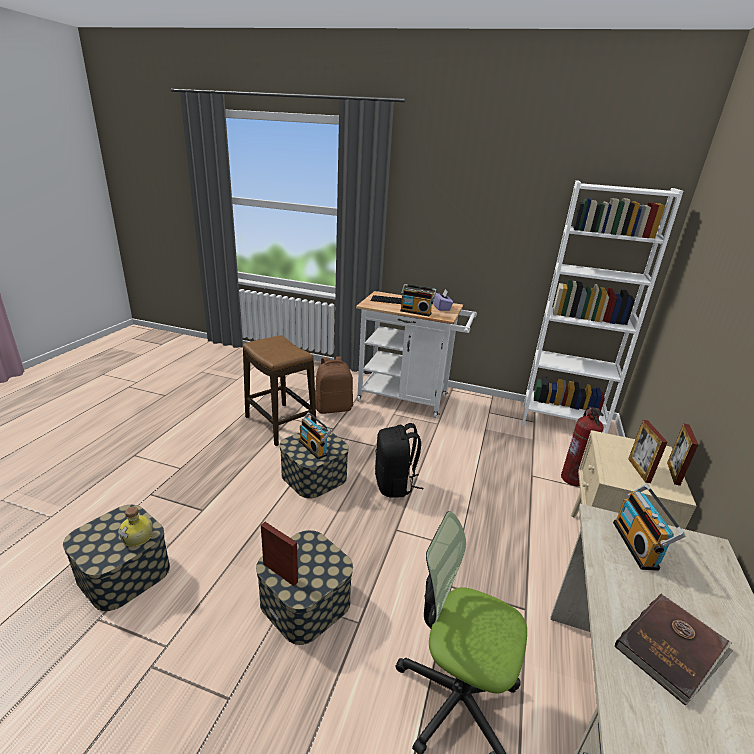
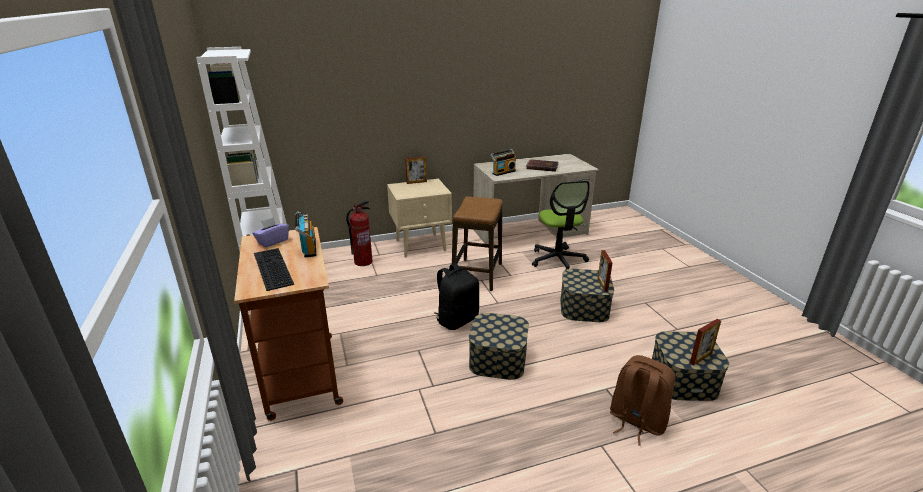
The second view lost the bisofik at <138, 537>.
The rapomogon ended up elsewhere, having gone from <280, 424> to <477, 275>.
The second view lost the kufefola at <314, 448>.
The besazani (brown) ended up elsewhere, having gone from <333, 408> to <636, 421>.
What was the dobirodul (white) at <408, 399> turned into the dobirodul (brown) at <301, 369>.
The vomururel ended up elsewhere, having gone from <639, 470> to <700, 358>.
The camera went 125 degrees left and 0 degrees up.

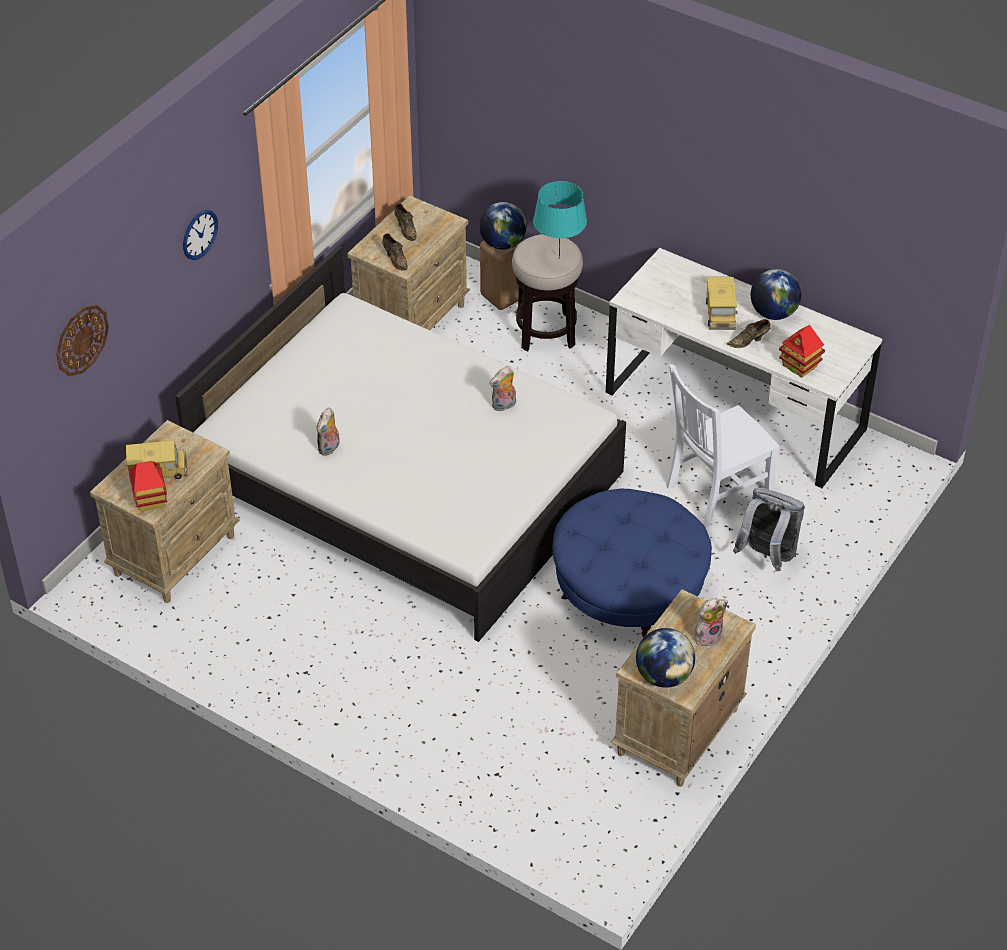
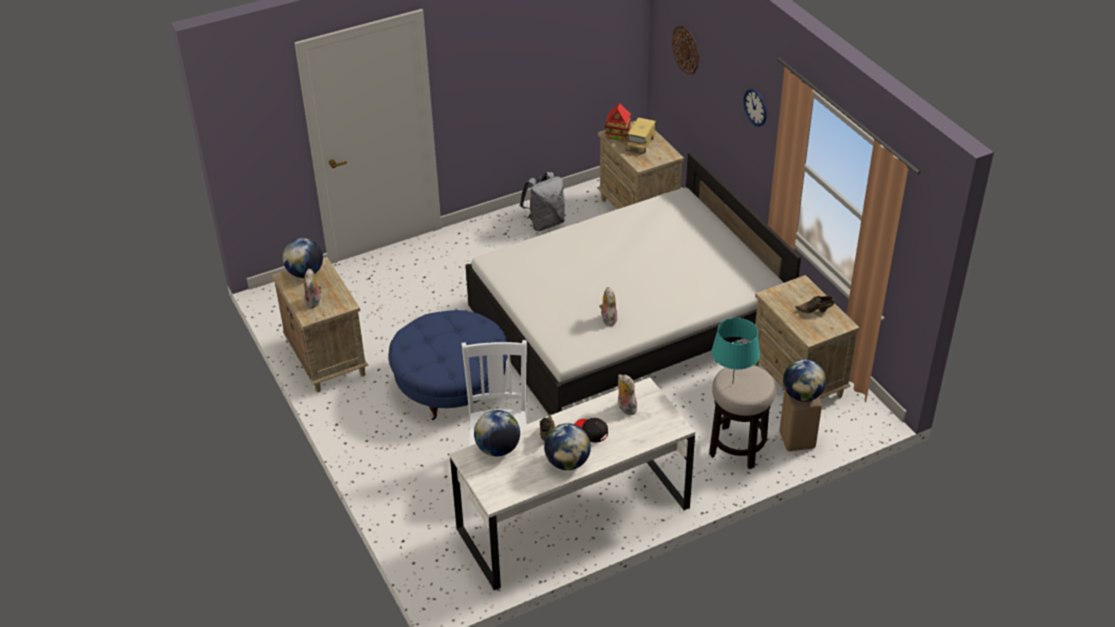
The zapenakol ended up elsewhere, having gone from <329, 448> to <625, 408>.
The second view lost the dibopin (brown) at <395, 259>.
Where the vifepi stood at <720, 313>, the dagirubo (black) came to stand at <591, 431>.
The besazani (grey) ended up elsewhere, having gone from <767, 556> to <545, 223>.
Where the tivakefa stood at <799, 366>, the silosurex came to stand at <498, 449>.
The camera went 120 degrees right and 5 degrees down.

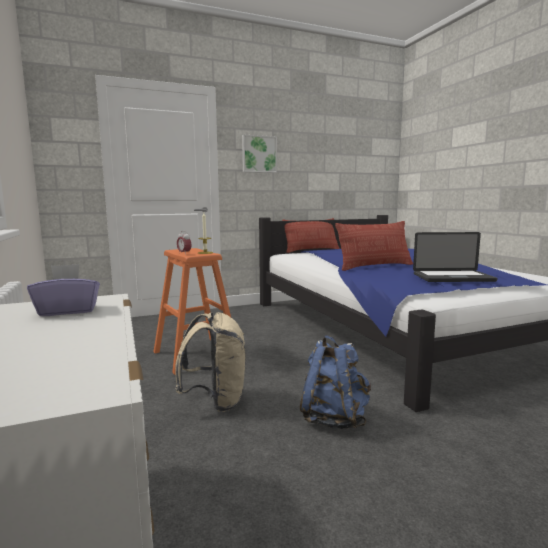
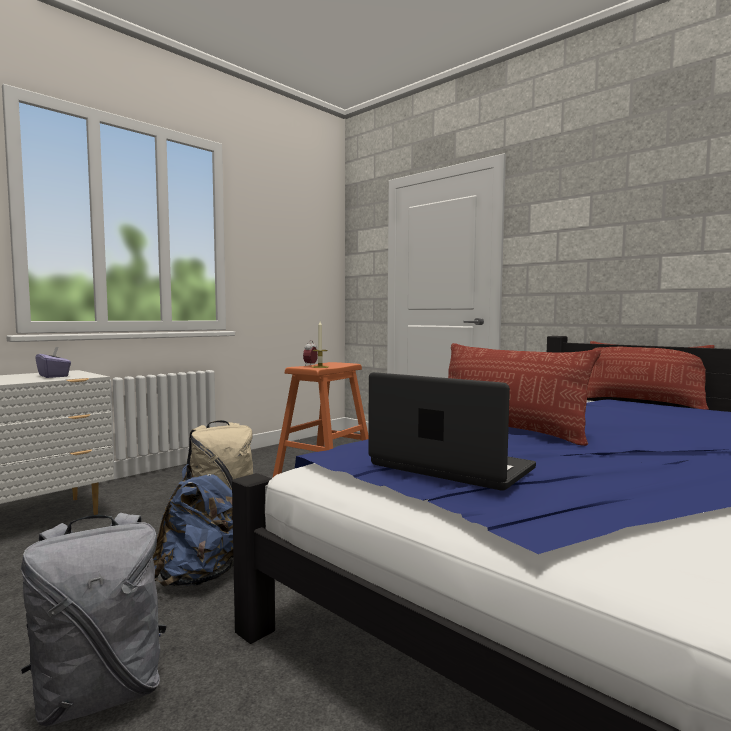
The second view lost the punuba at <259, 154>.
The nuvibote at <453, 278> ended up facing another way, 150 degrees clockwise from before.
The second view gained the besazani (grey) at <100, 694>.
The camera went 65 degrees right and 5 degrees down.

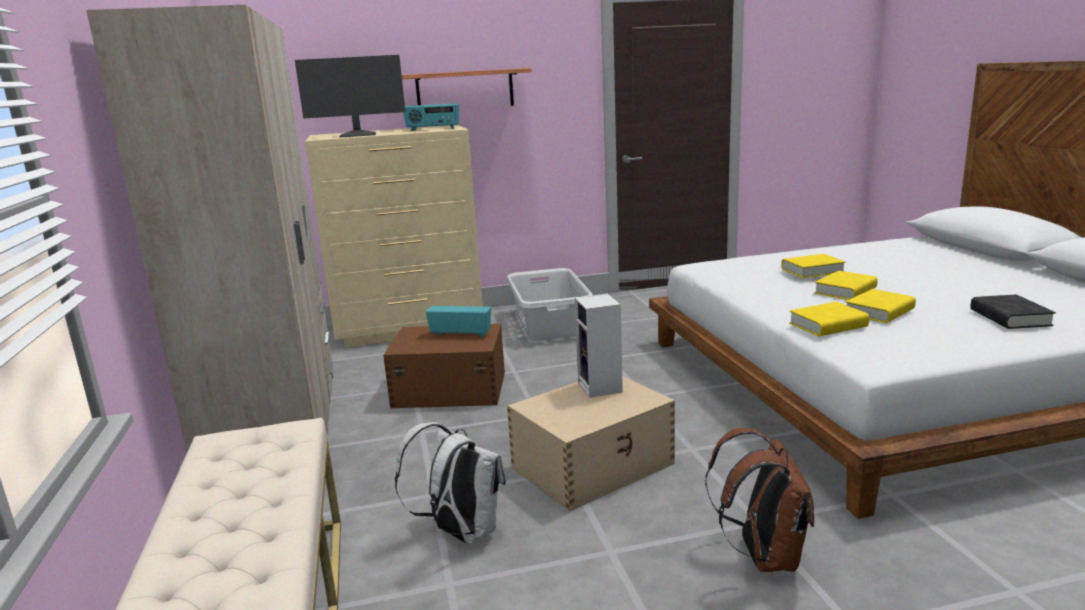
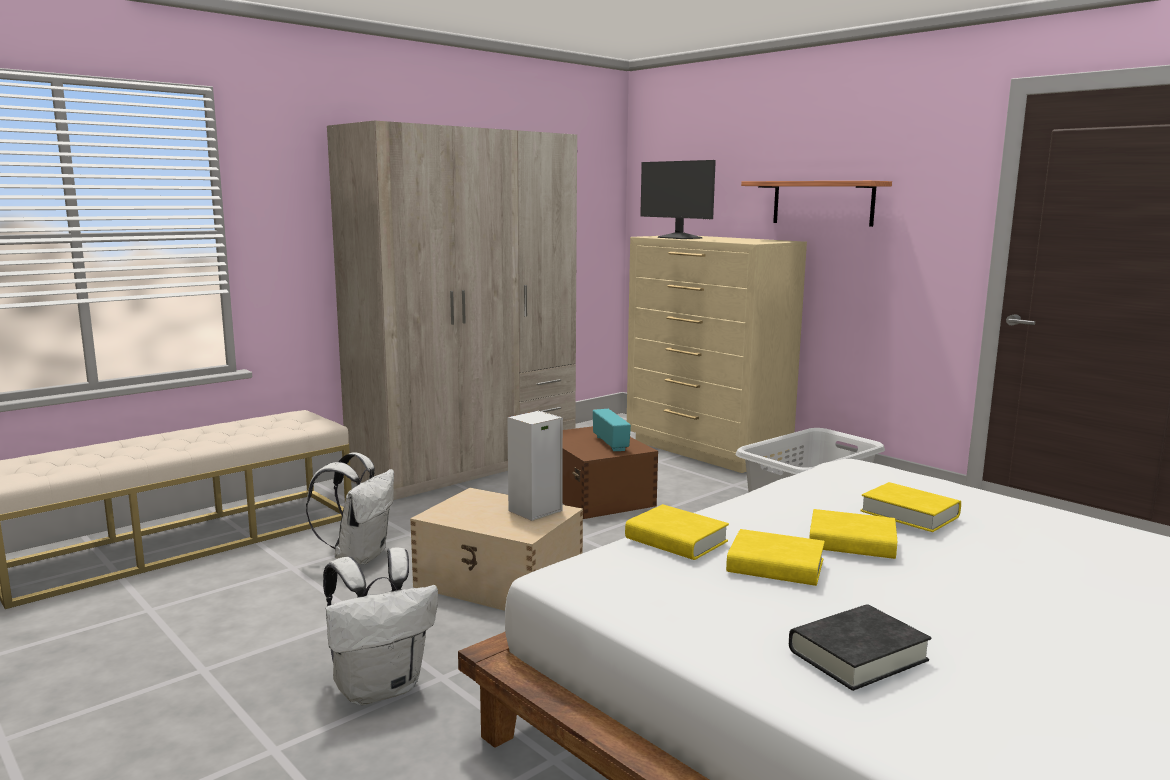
The second view lost the kufefola at <432, 129>.
What was the besazani (brown) at <763, 556> turned into the besazani (white) at <380, 687>.
The camera went 60 degrees right and 5 degrees down.

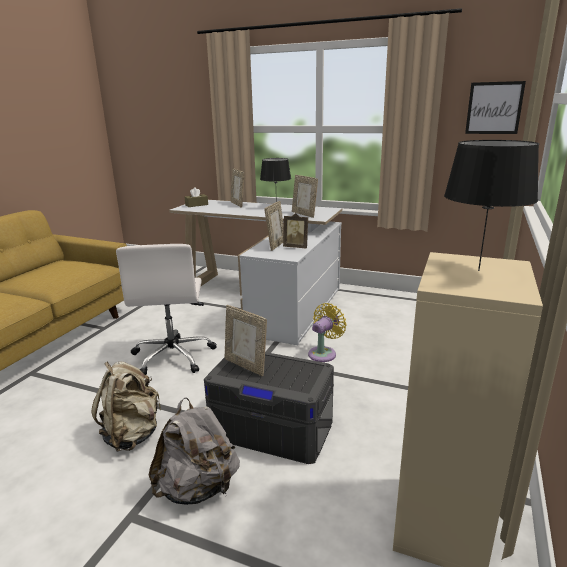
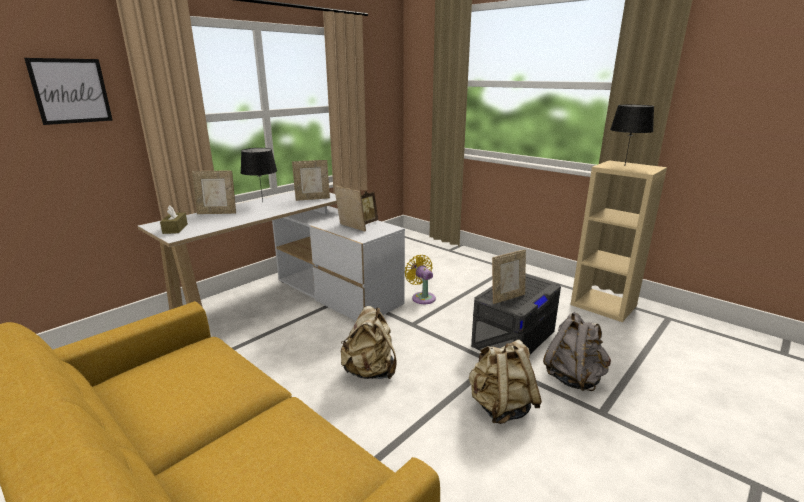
Where the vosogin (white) stood at <173, 356>, the besazani (beige) came to stand at <370, 371>.
The punuba ended up elsewhere, having gone from <494, 108> to <71, 91>.
The camera went 70 degrees left and 0 degrees up.

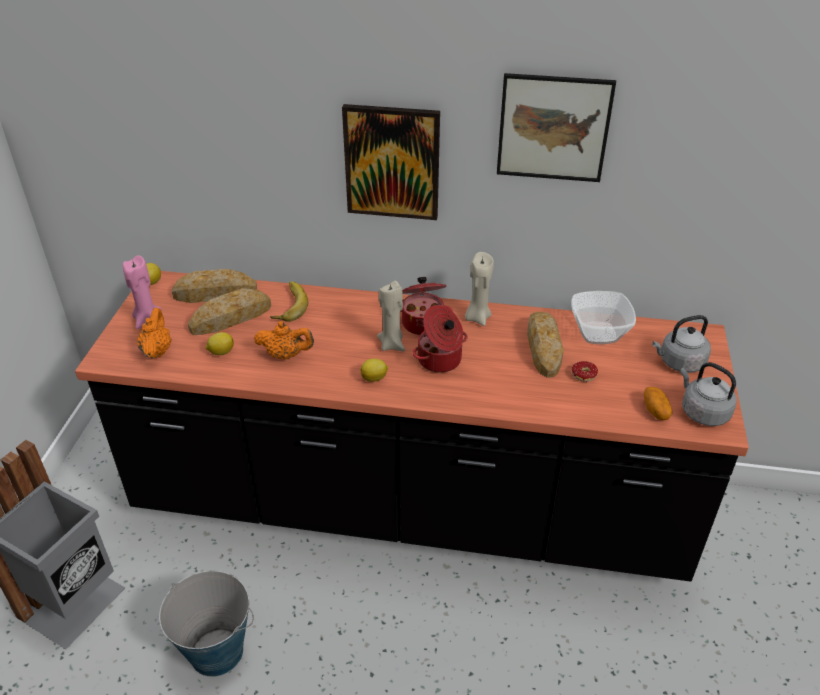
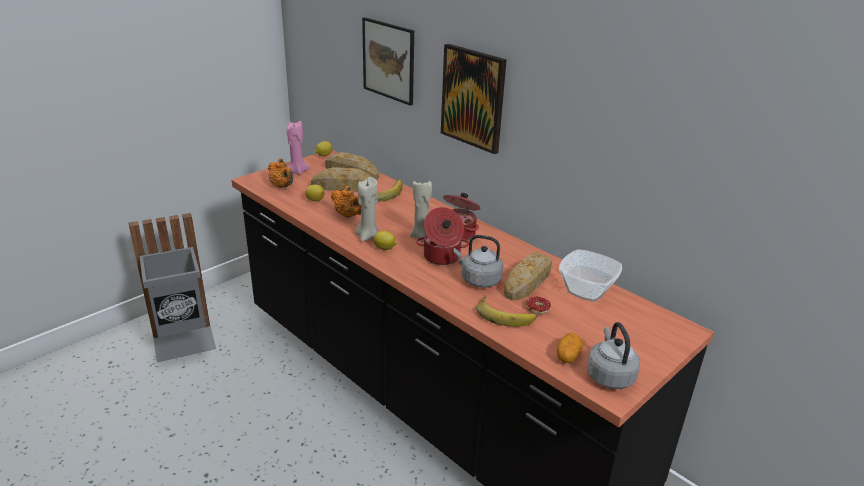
The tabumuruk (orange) at <157, 351> ended up facing another way, 105 degrees clockwise from before.
The second view lost the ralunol at <216, 651>.
The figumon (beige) ended up elsewhere, having gone from <477, 318> to <367, 236>.
The punuba ended up elsewhere, having gone from <553, 128> to <388, 60>.
The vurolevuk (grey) ended up elsewhere, having gone from <679, 363> to <478, 280>.
The second view gained the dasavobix at <505, 314>.
The camera went 35 degrees right and 10 degrees down.

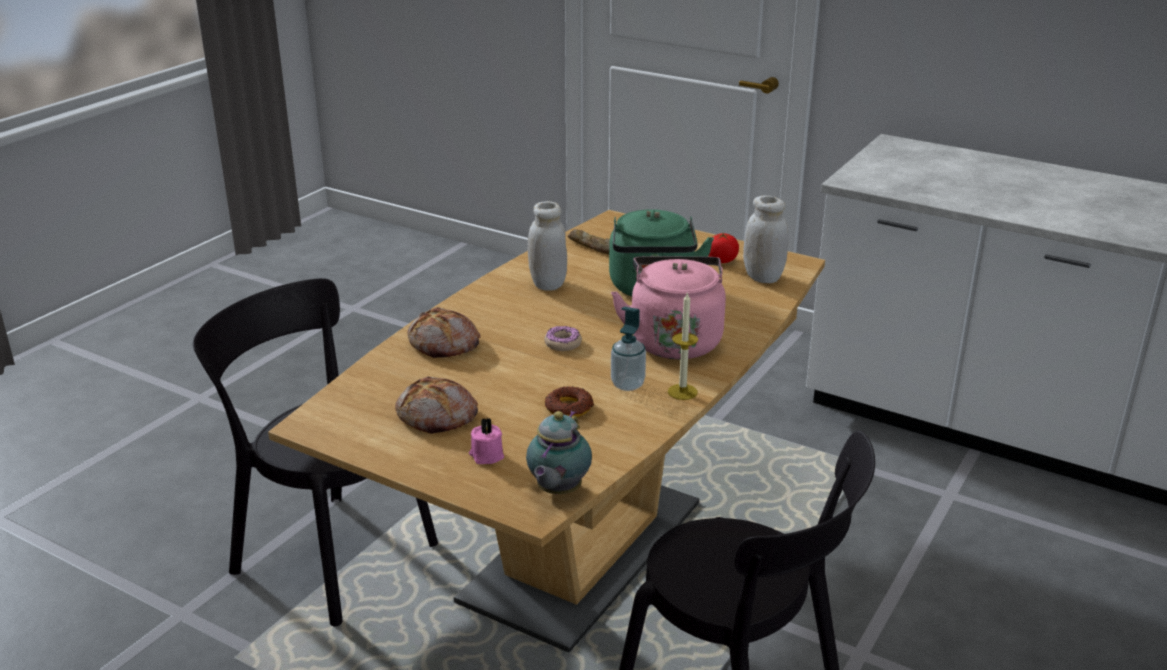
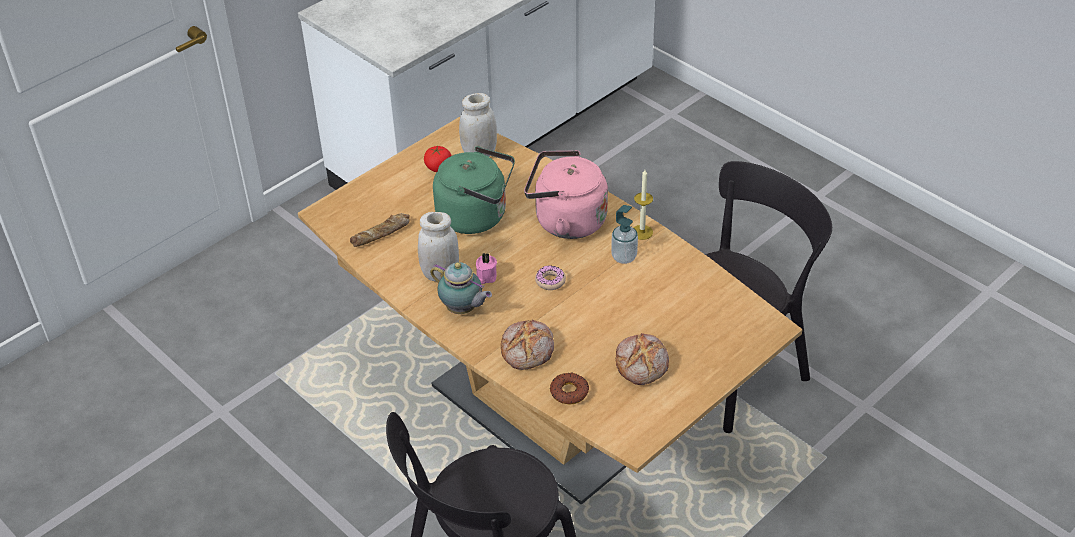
The figumon (pink) ended up elsewhere, having gone from <486, 455> to <485, 277>.
The tabumuruk ended up elsewhere, having gone from <557, 491> to <463, 309>.
The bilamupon ended up elsewhere, having gone from <569, 408> to <569, 392>.
The camera went 75 degrees left and 15 degrees up.

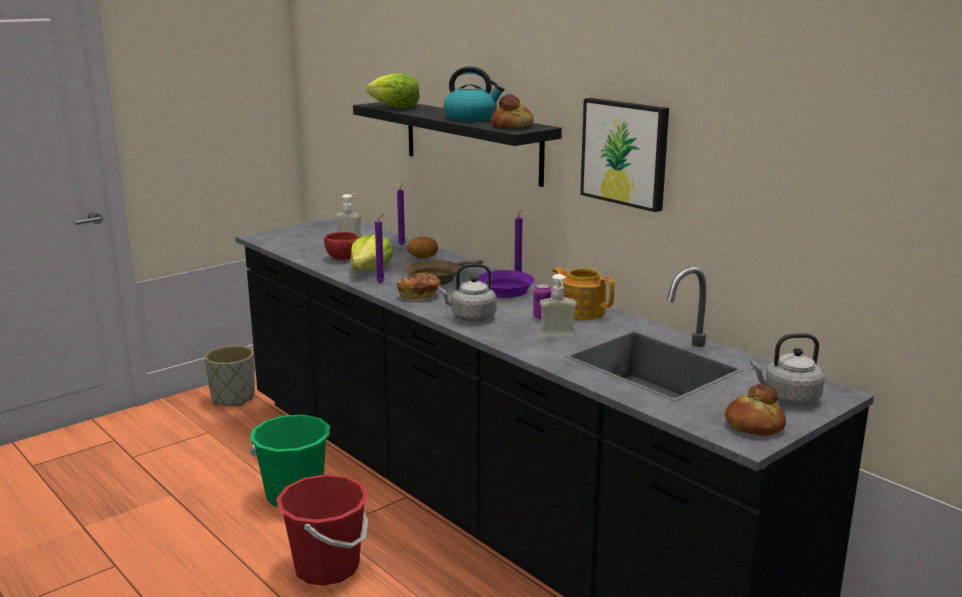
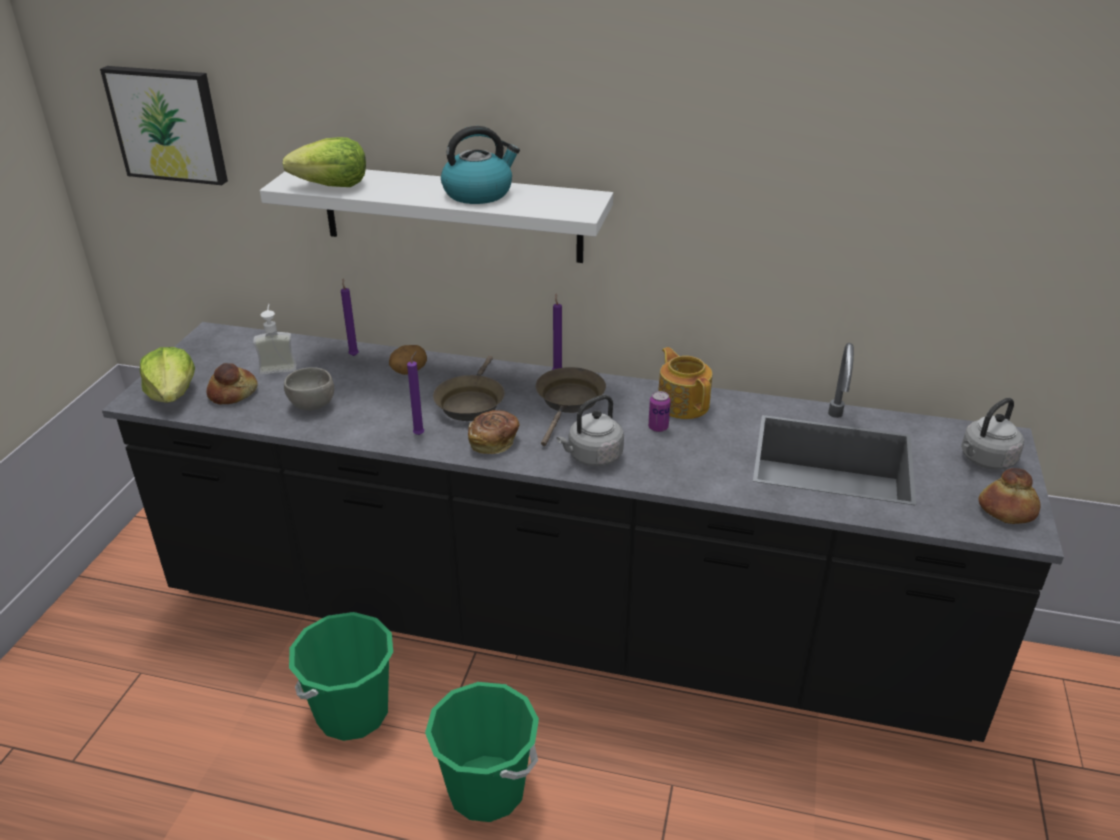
The second view lost the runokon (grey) at <233, 398>.
What was the ralunol (red) at <327, 567> turned into the ralunol (green) at <487, 789>.
What was the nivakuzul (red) at <342, 258> turned into the nivakuzul (grey) at <313, 405>.
The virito ended up elsewhere, having gone from <370, 270> to <172, 394>.
What was the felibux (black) at <471, 141> turned into the felibux (white) at <451, 213>.
What was the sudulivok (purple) at <500, 292> turned into the sudulivok (brown) at <569, 402>.
The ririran ended up elsewhere, having gone from <512, 126> to <233, 393>.
The second view lost the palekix at <558, 338>.
The tabumuruk at <581, 311> ended up facing another way, 60 degrees clockwise from before.
The punuba ended up elsewhere, having gone from <626, 153> to <168, 124>.
The camera went 35 degrees left and 15 degrees up.

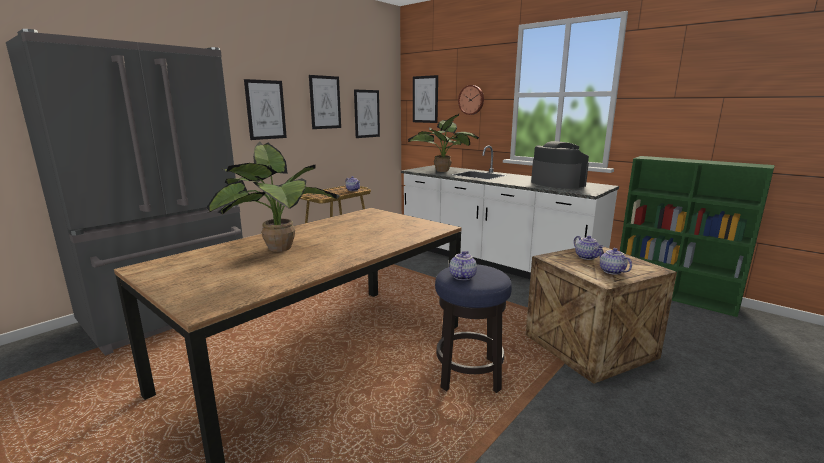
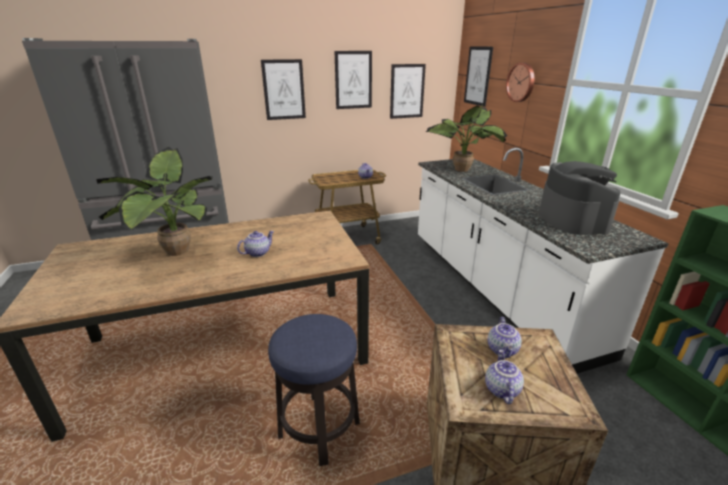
The tabumuruk ended up elsewhere, having gone from <462, 276> to <257, 253>.
The camera went 30 degrees right and 10 degrees up.

